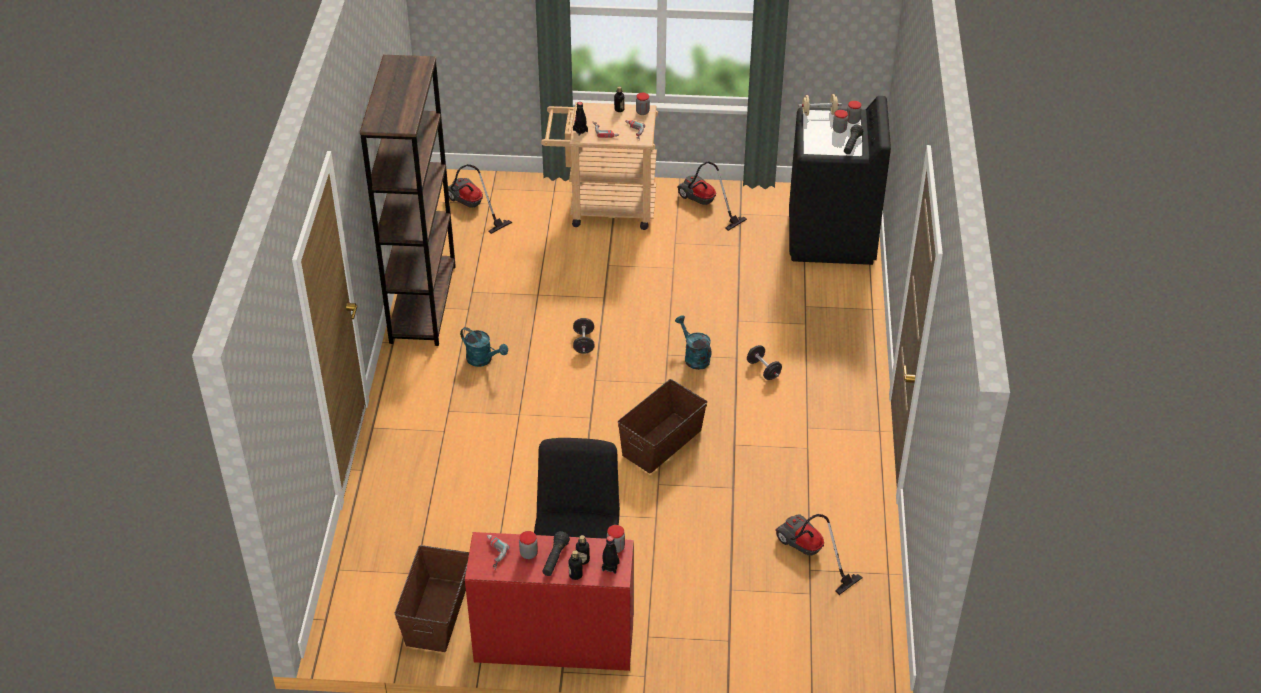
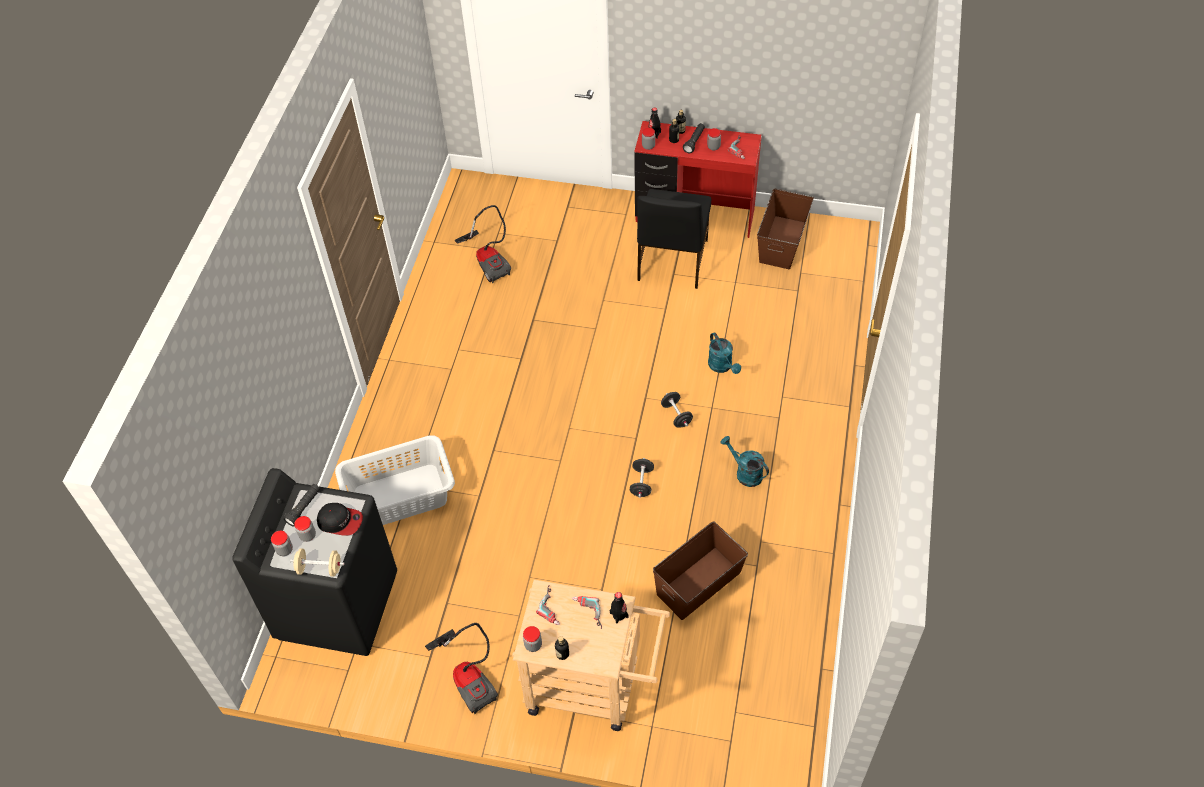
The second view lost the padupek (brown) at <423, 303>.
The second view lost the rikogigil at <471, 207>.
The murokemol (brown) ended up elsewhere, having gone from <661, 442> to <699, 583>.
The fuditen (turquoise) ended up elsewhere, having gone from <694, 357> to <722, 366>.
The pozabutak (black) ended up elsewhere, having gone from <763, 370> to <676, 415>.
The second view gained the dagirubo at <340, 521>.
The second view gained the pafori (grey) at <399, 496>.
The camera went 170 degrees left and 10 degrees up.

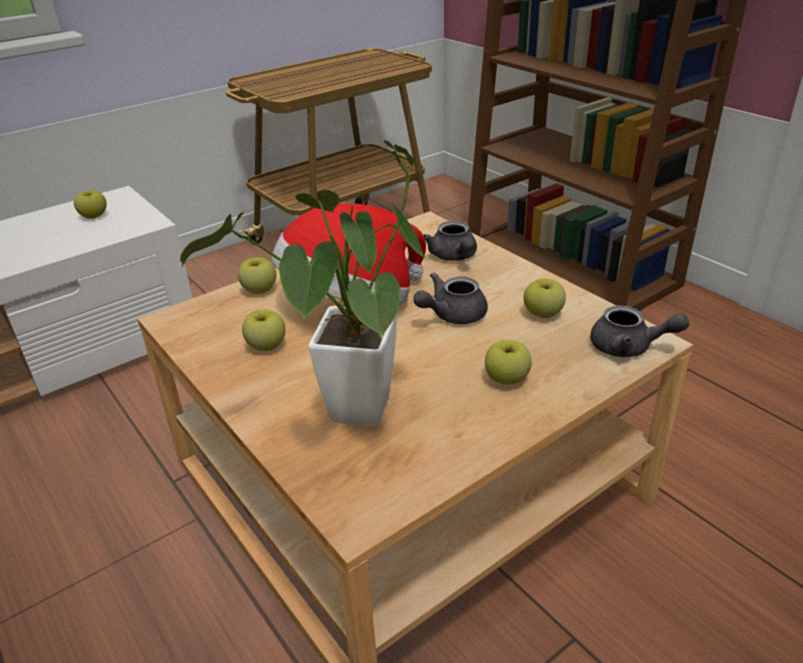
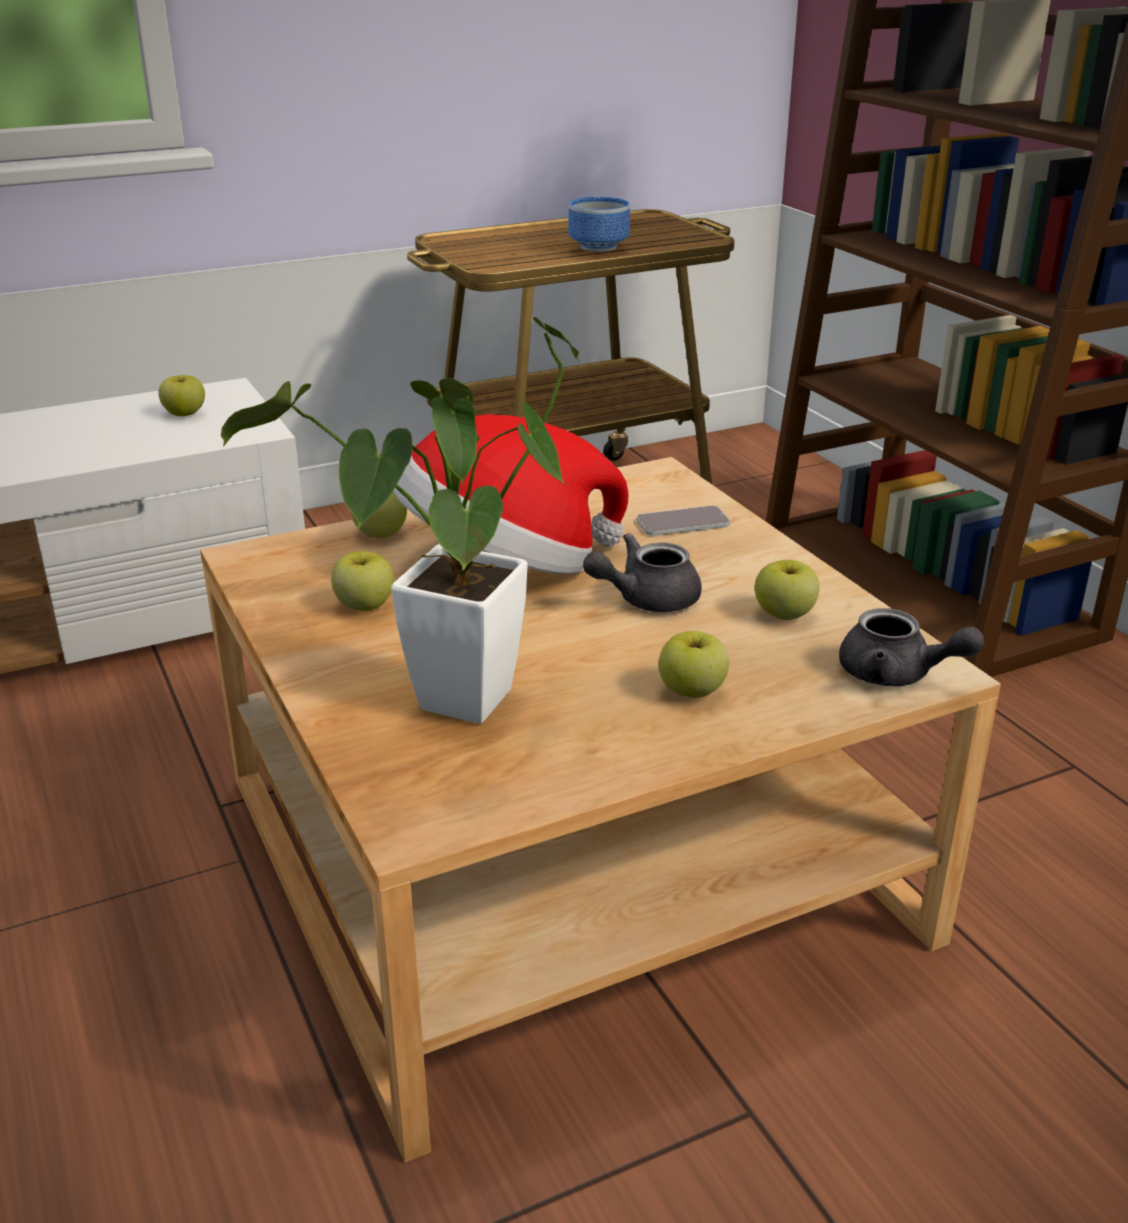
Where the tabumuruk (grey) stood at <454, 257>, the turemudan came to stand at <682, 523>.
The second view gained the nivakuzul at <599, 248>.
The camera went 10 degrees right and 5 degrees down.

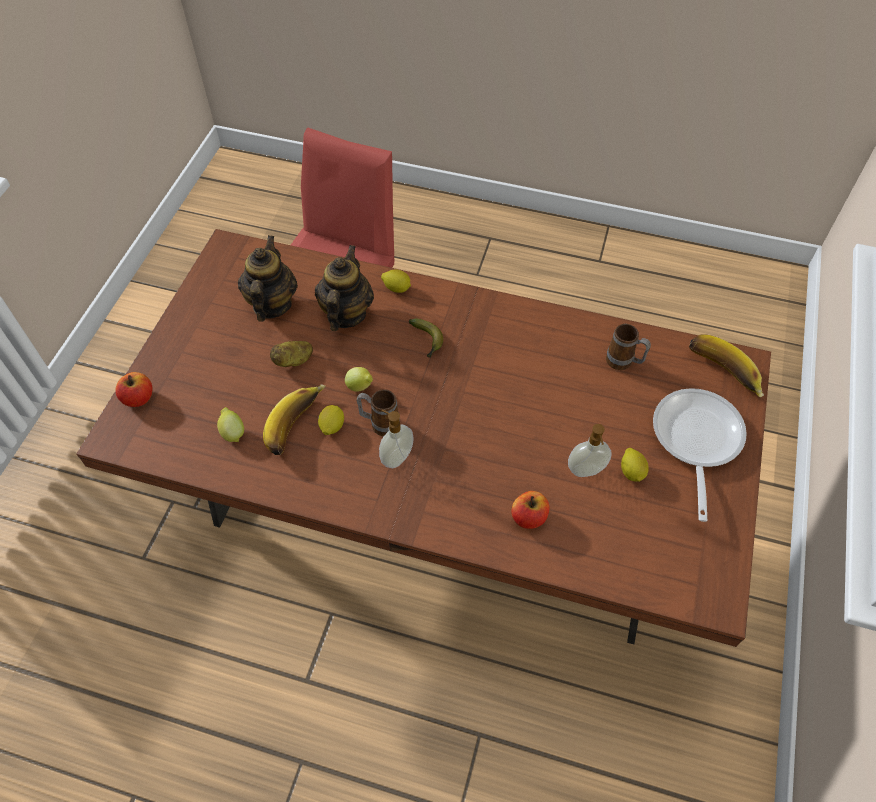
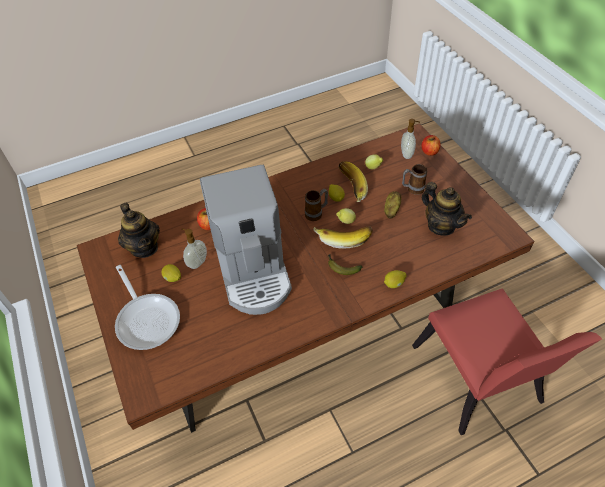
The tabumuruk ended up elsewhere, having gone from <346, 314> to <144, 247>.
The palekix ended up elsewhere, having gone from <396, 457> to <407, 154>.
The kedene ended up elsewhere, having gone from <624, 363> to <412, 189>.
The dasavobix ended up elsewhere, having gone from <721, 375> to <343, 237>.
The second view gained the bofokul at <253, 270>.
The camera went 140 degrees right and 5 degrees down.

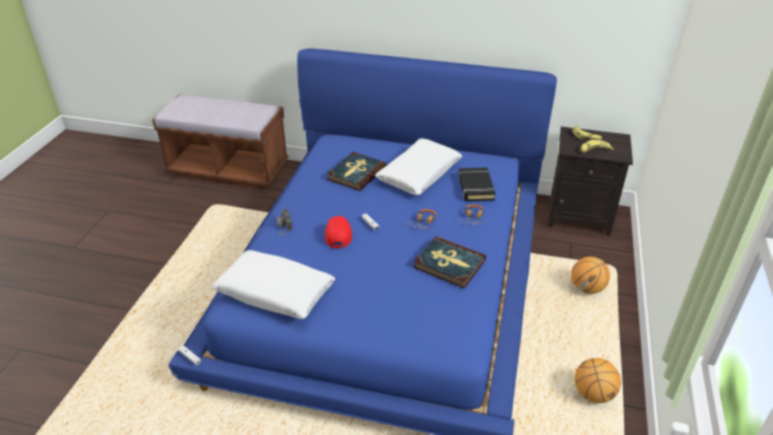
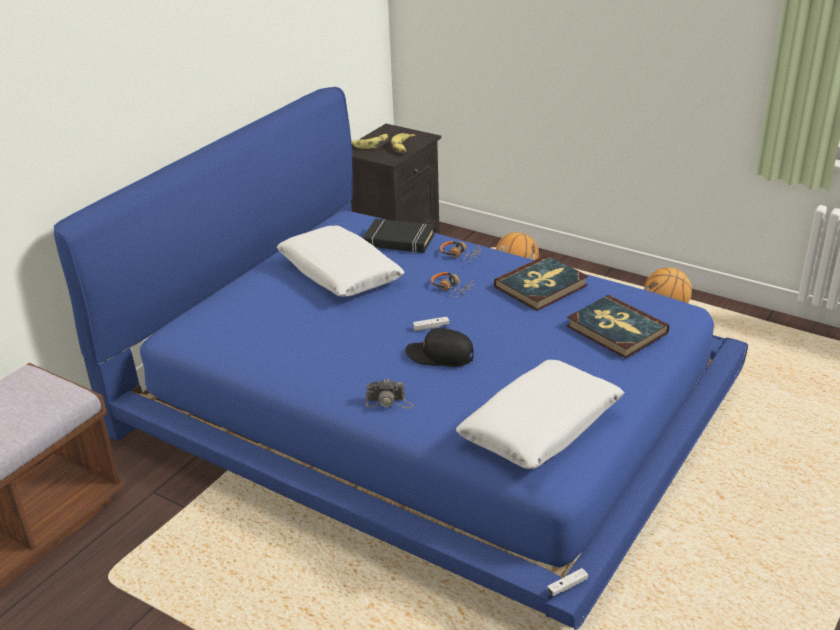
What was the dagirubo (red) at <338, 234> turned into the dagirubo (black) at <440, 356>.
The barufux ended up elsewhere, having gone from <356, 173> to <616, 330>.
The camera went 70 degrees left and 5 degrees down.

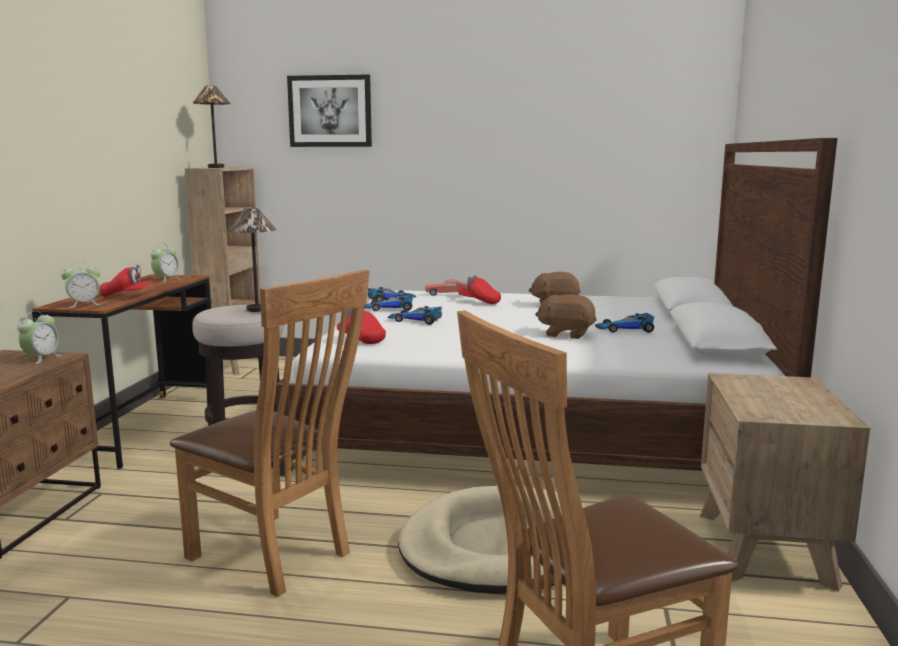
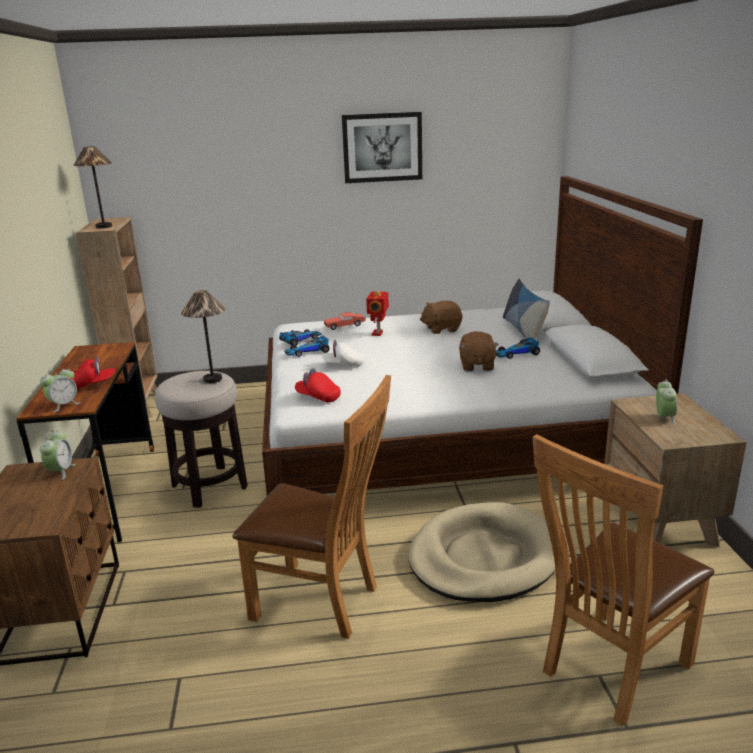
The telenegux ended up elsewhere, having gone from <166, 279> to <664, 418>.
The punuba ended up elsewhere, having gone from <330, 111> to <382, 147>.
Where the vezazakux stood at <416, 320>, the dagirubo (white) came to stand at <343, 365>.
Where the dagirubo (red) stood at <479, 302>, the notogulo came to stand at <378, 333>.
The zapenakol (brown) at <566, 334> ended up facing another way, 90 degrees counterclockwise from before.
The second view gained the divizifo at <523, 330>.
The camera went 15 degrees left and 10 degrees up.

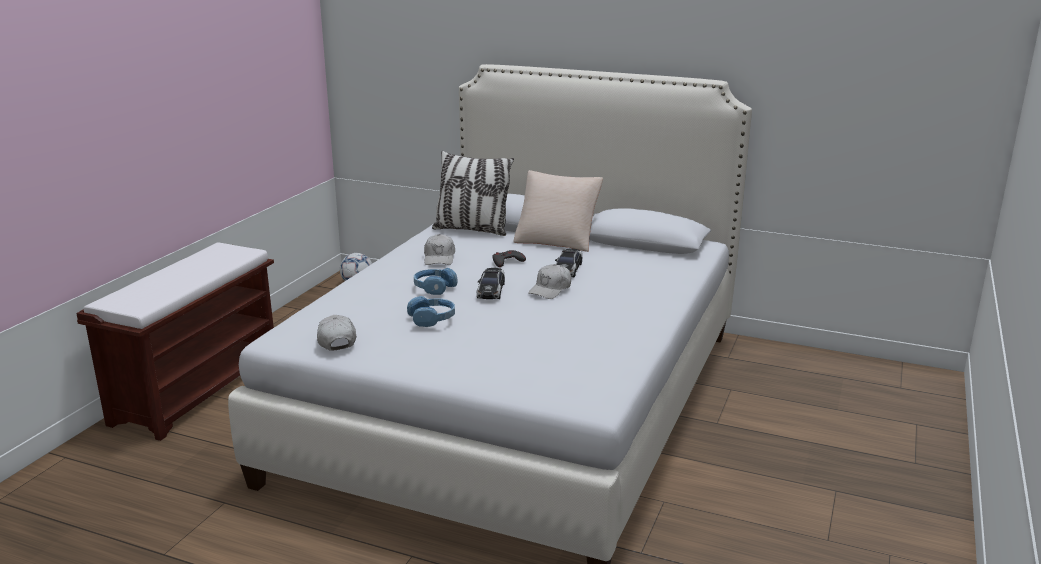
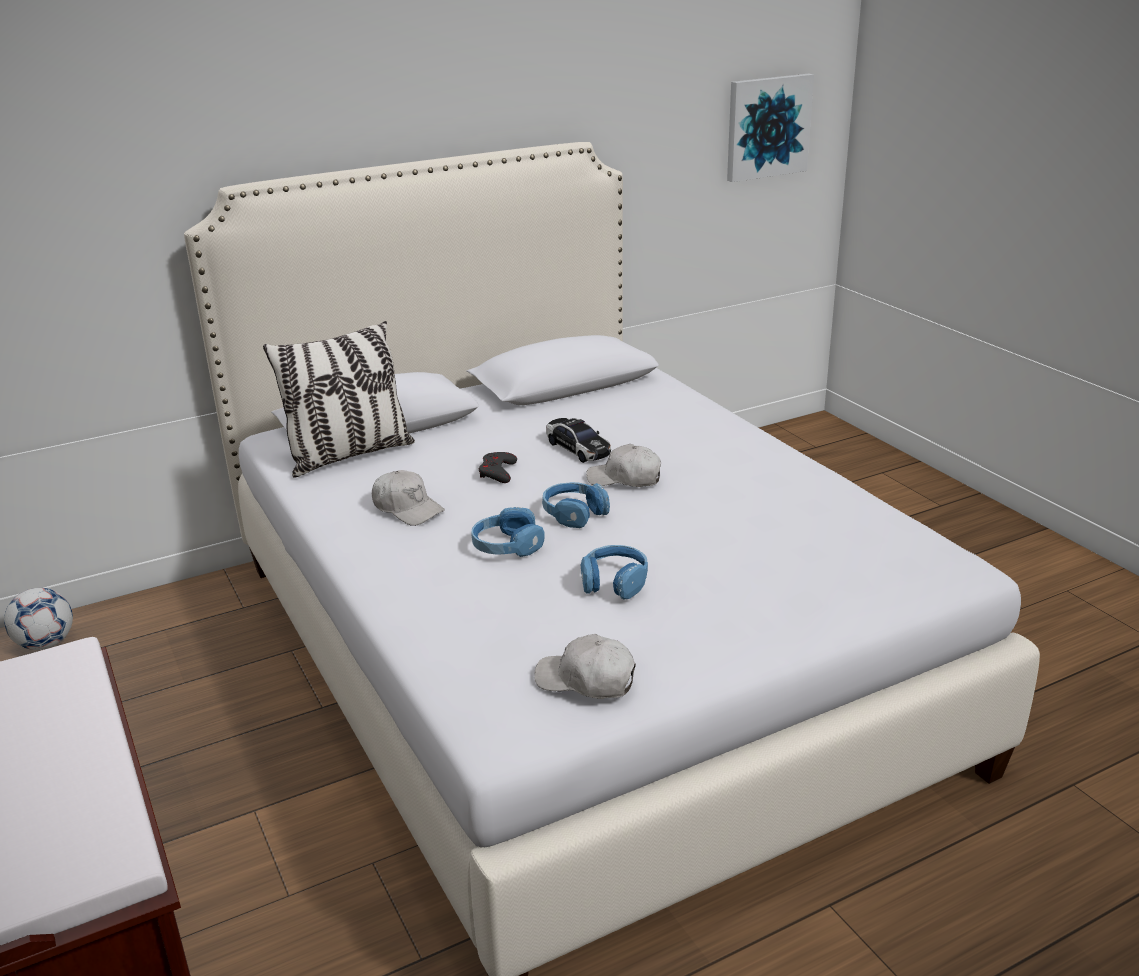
Where the vezazakux stood at <491, 290>, the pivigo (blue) came to stand at <574, 513>.
The second view lost the divizifo (beige) at <557, 240>.
The dagirubo (white) at <550, 289> ended up facing another way, 120 degrees clockwise from before.
The second view gained the punuba at <767, 127>.
The camera went 50 degrees left and 5 degrees up.

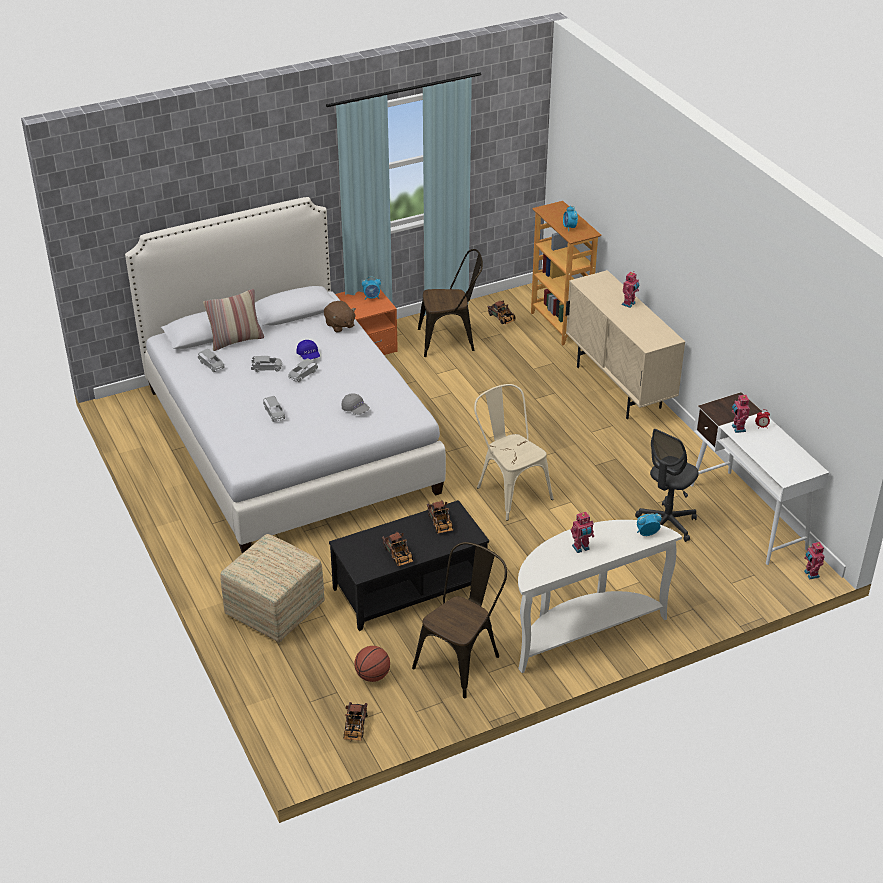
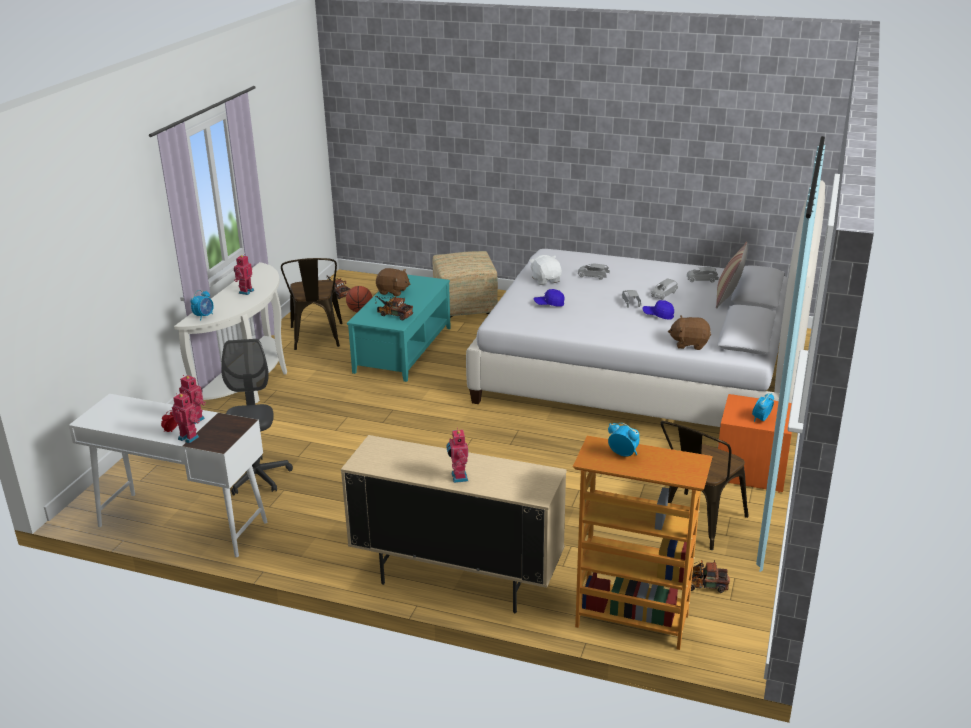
What was the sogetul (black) at <410, 588> turned into the sogetul (turquoise) at <402, 349>.
What was the dagirubo (grey) at <355, 409> turned into the dagirubo (blue) at <549, 304>.
Where the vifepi stood at <399, 556>, the zapenakol (brown) came to stand at <393, 291>.
The second view lost the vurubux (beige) at <509, 490>.
The notogulo ended up elsewhere, having gone from <810, 574> to <189, 437>.
The second view gained the zapenakol (white) at <546, 280>.
The camera went 135 degrees right and 10 degrees down.

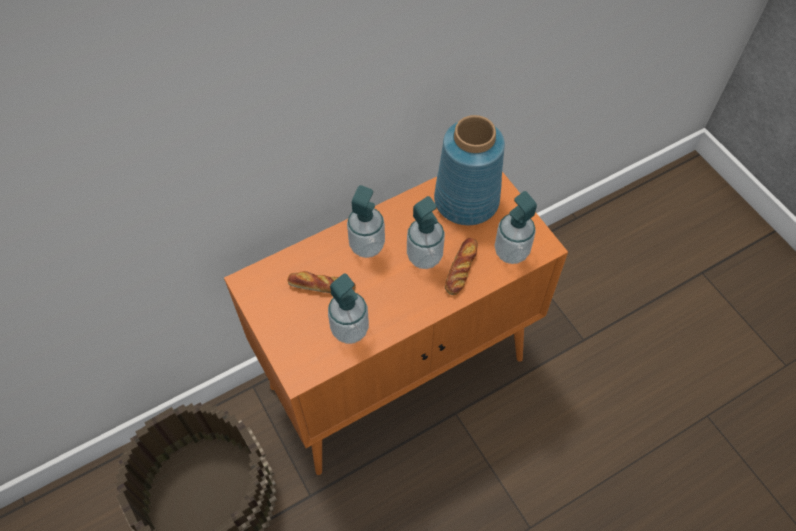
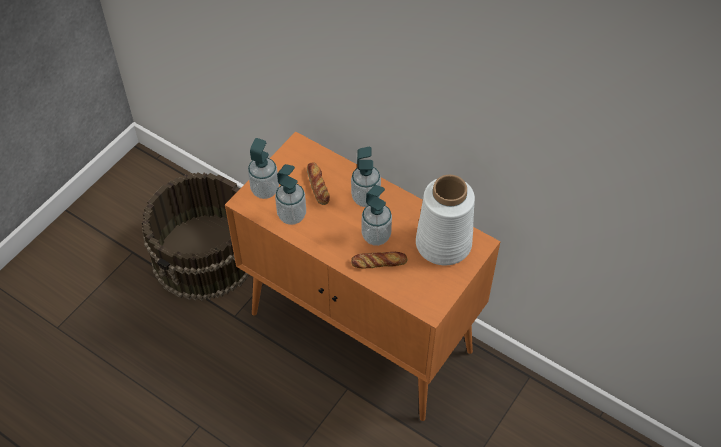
What was the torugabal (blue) at <467, 201> turned into the torugabal (white) at <442, 244>.
The palekix ended up elsewhere, having gone from <511, 251> to <265, 190>.
The camera went 65 degrees right and 5 degrees down.

